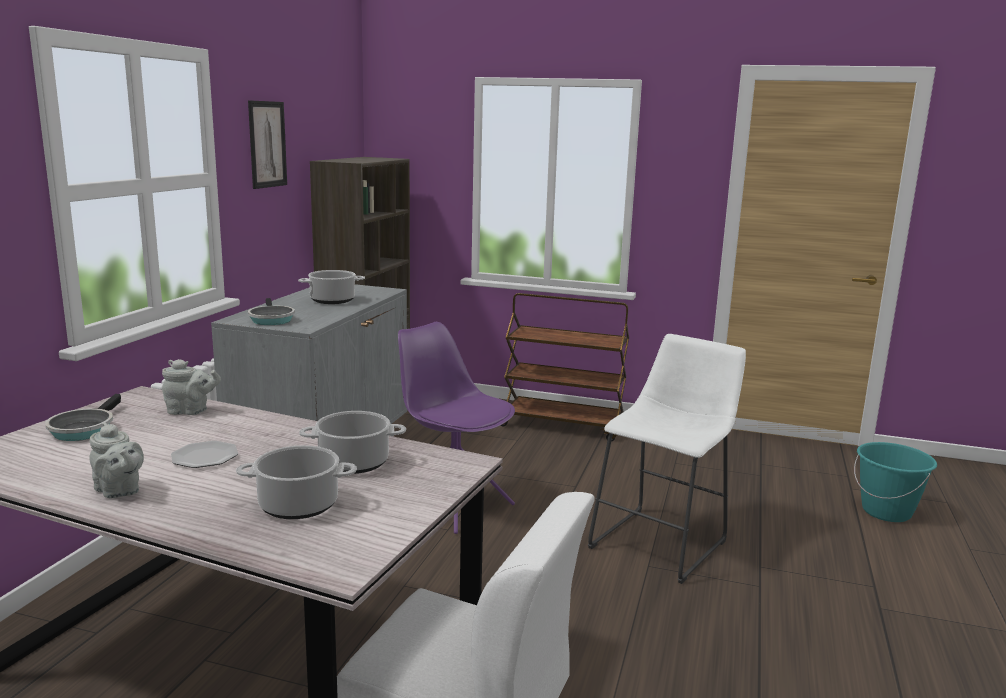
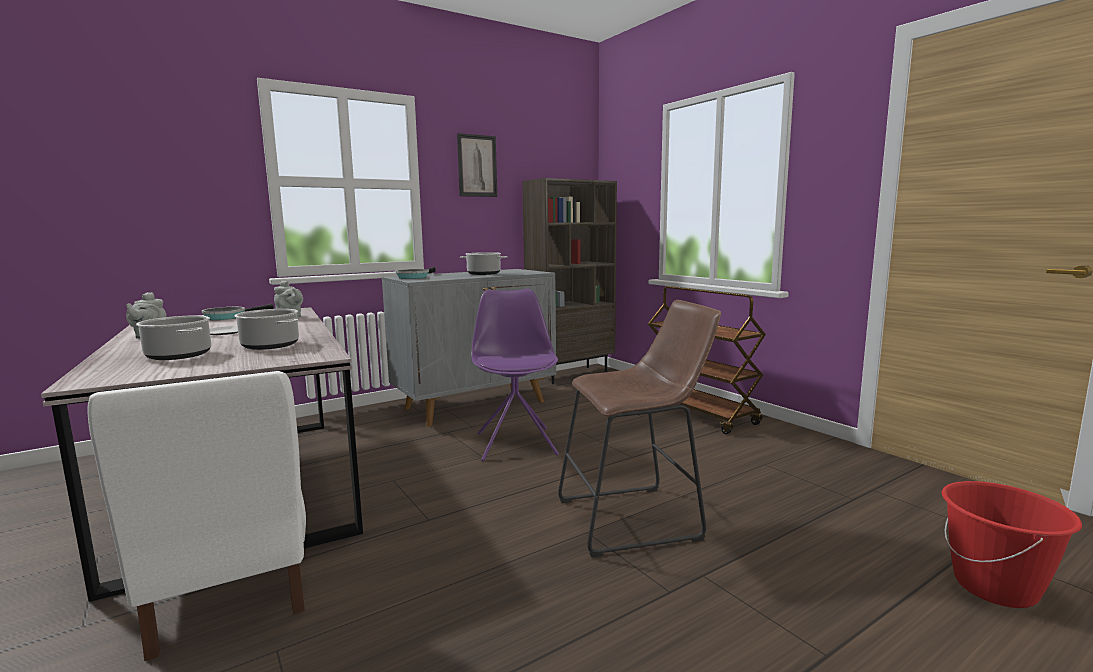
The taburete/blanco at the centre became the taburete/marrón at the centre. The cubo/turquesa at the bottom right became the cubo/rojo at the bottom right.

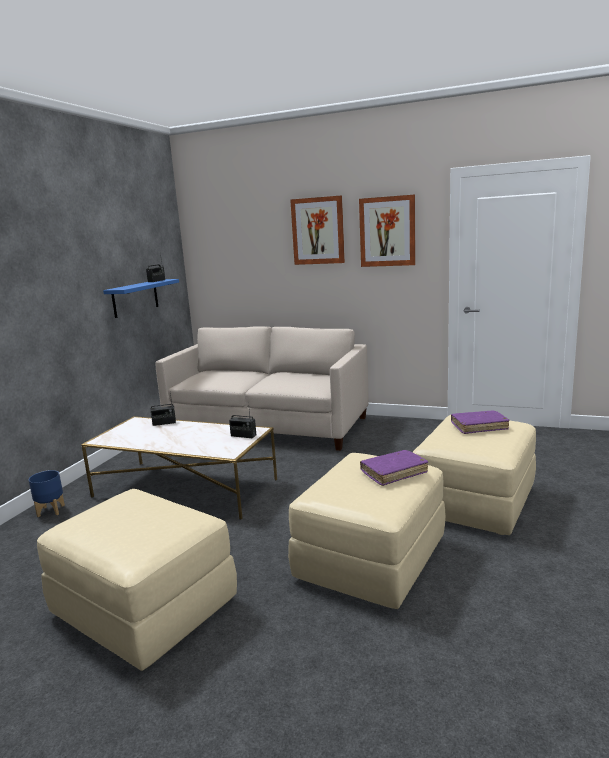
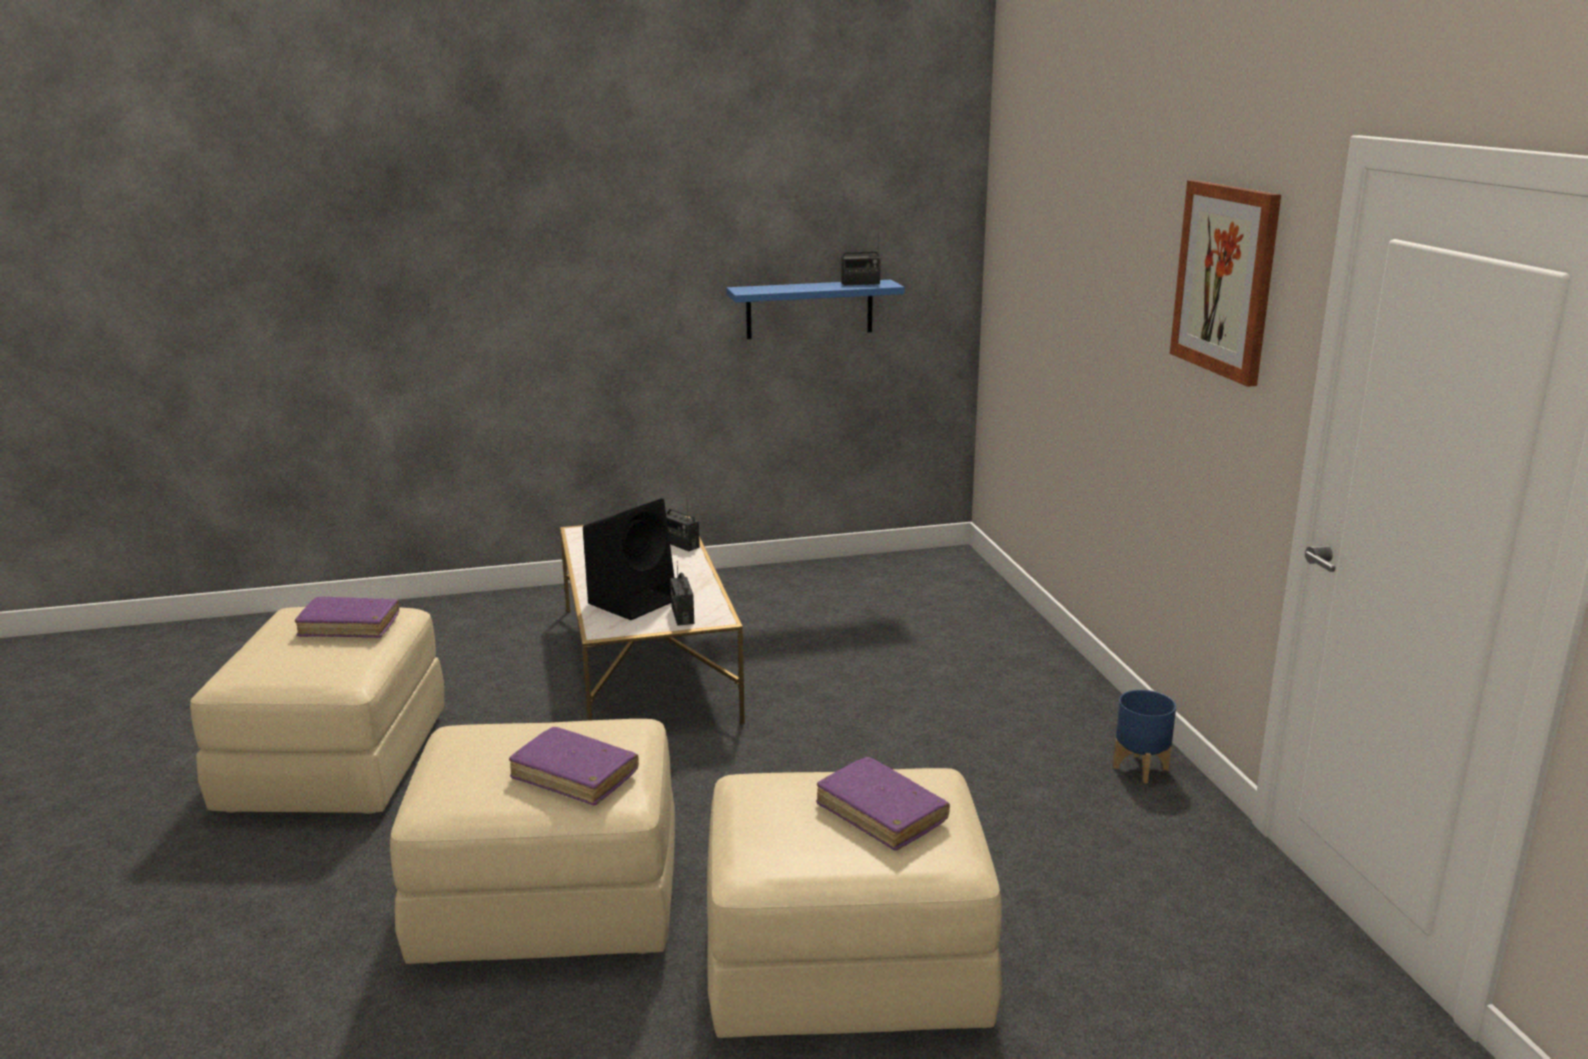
The cuadro (1st from left) at the top centre disappeared. The sofá/beis at the centre disappeared. The maceta/azul moved from the middle left to the bottom right. The altavoz/negro at the centre appeared. The libro/morado (1st from left) at the middle left appeared.

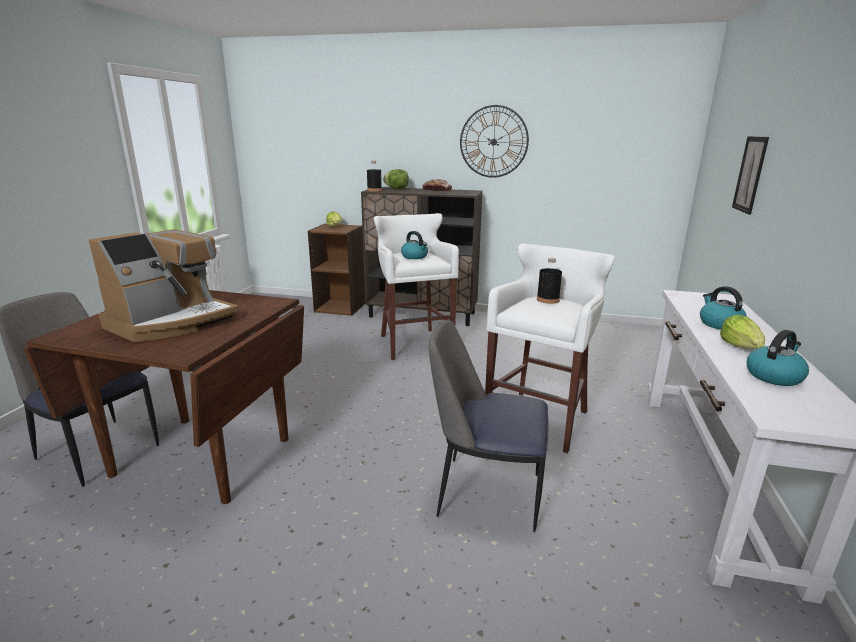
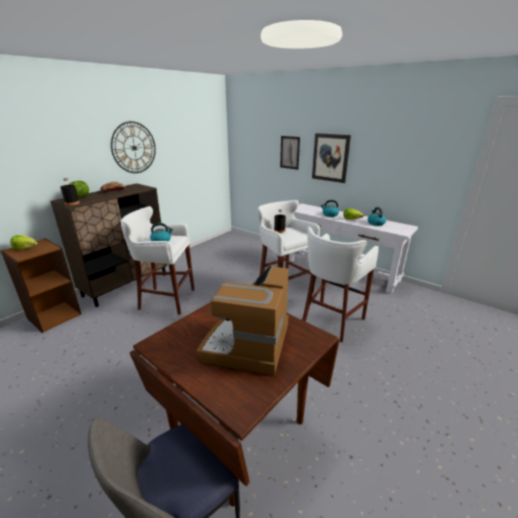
The cafetera at the middle left turned 135 degrees counterclockwise. The silla (2nd from left) at the centre was replaced by the taburete/blanco (3rd from left) at the centre. The cuadro (2nd from left) at the top centre appeared.

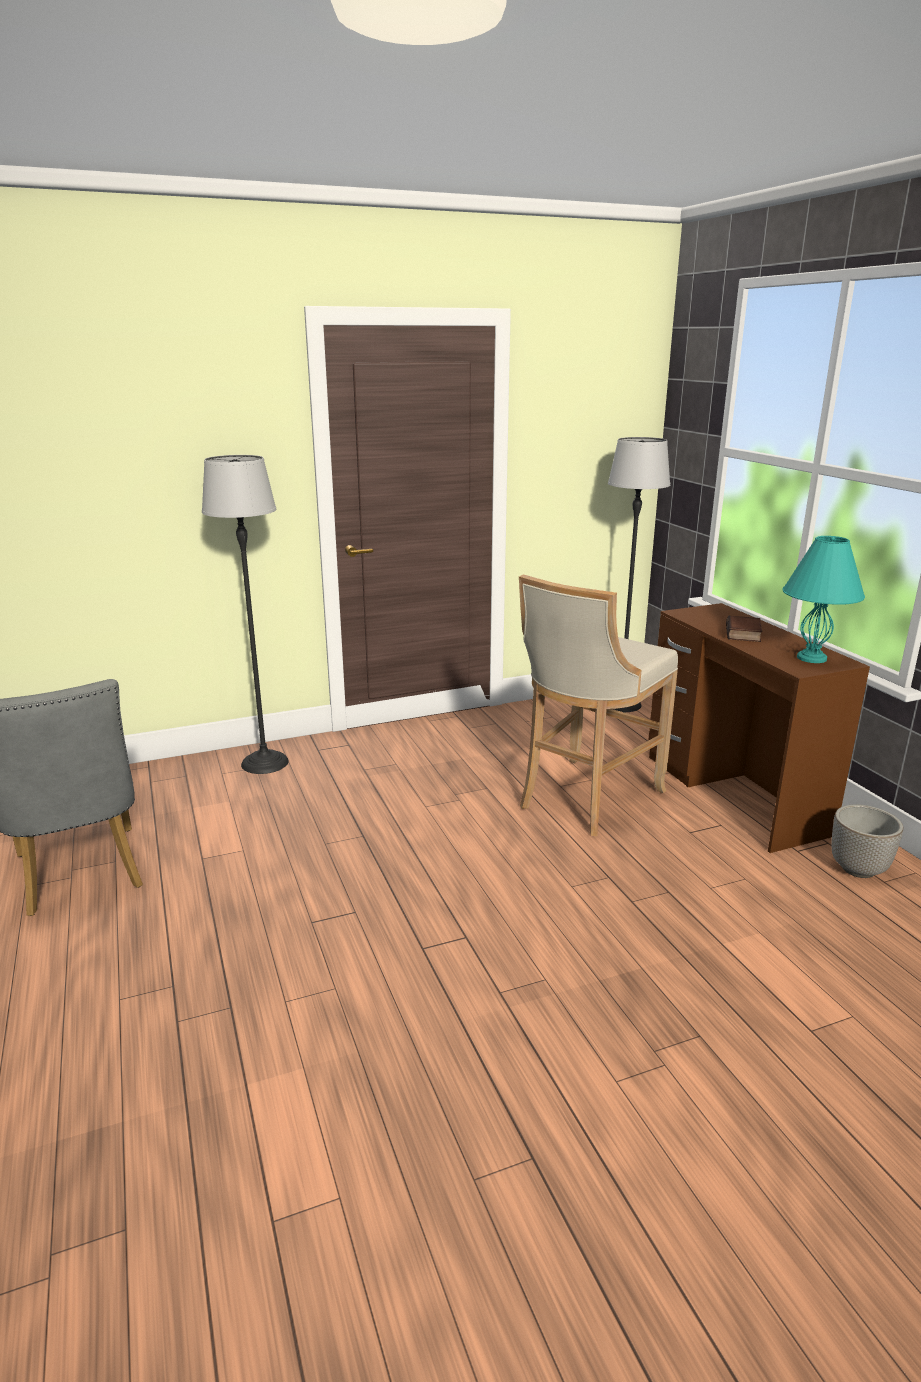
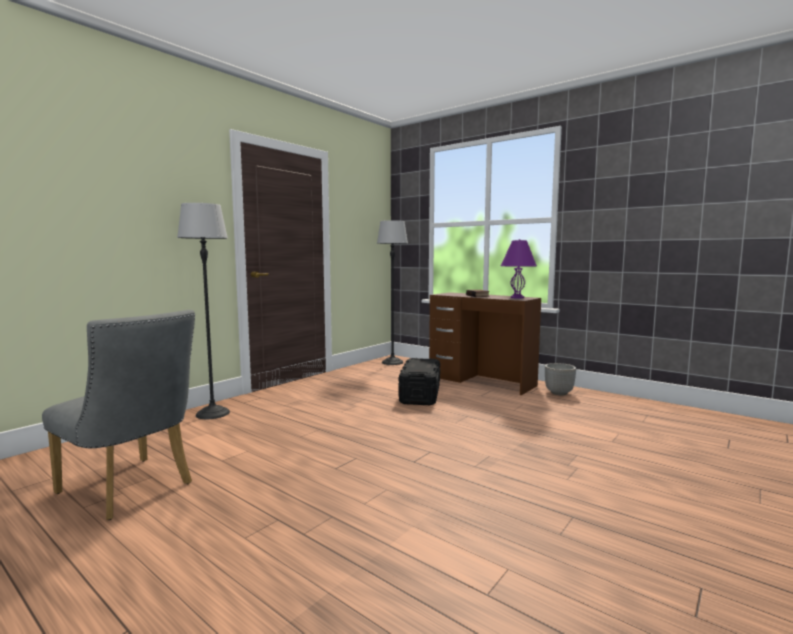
The lámpara de mesa/turquesa at the middle right became the lámpara de mesa/morado at the centre. The taburete/beis at the centre was replaced by the caja de almacenaje/negro at the centre.

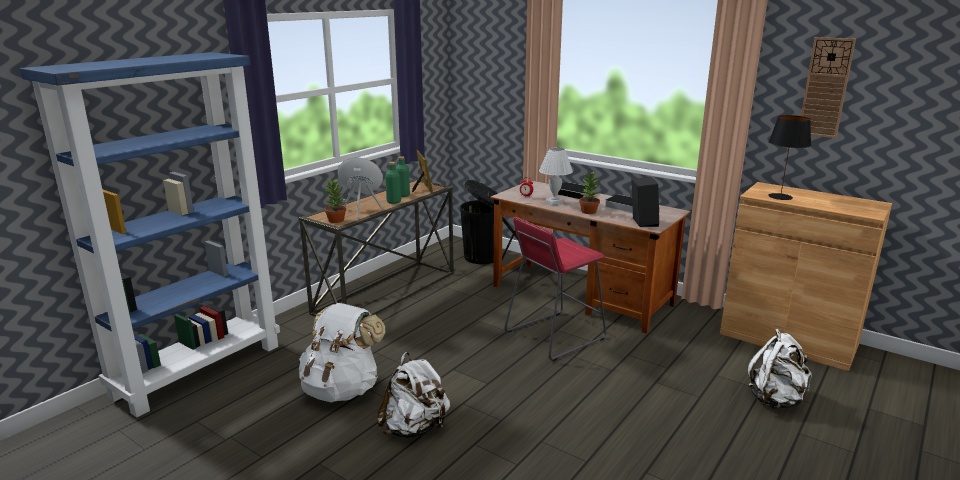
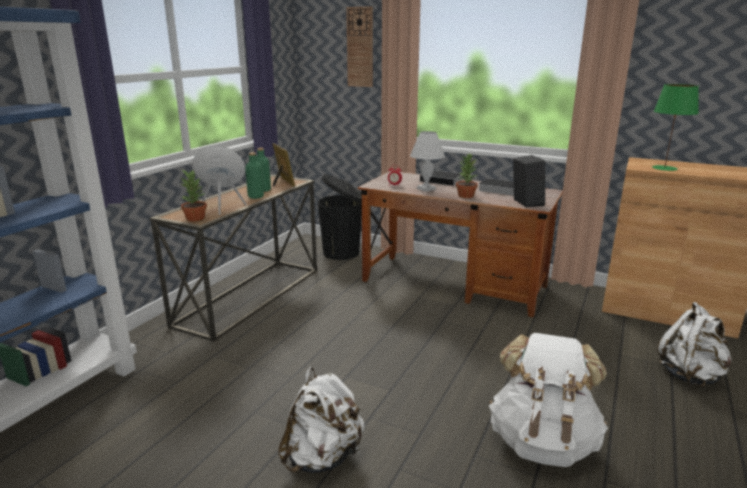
The reloj de pared moved from the top right to the top centre. The lámpara de mesa/negro at the top right became the lámpara de mesa/verde at the top right. The taburete/rojo at the centre disappeared. The mochila/blanco (1st from left in the first image) moved from the bottom centre to the bottom right.

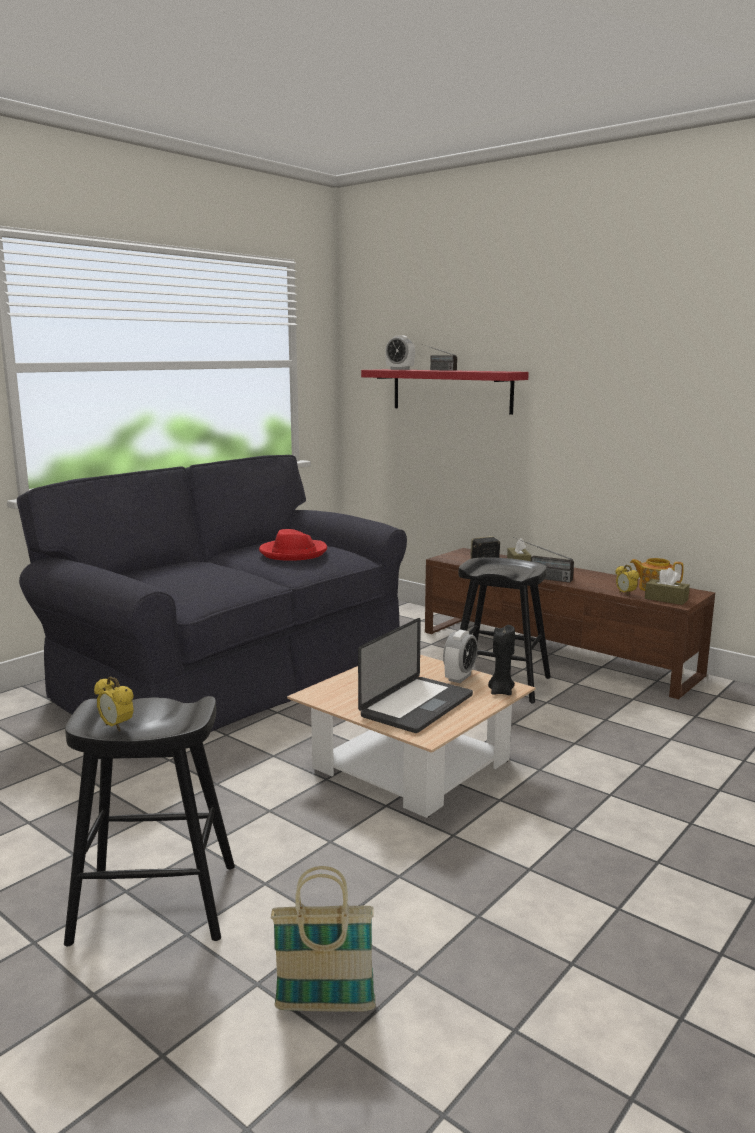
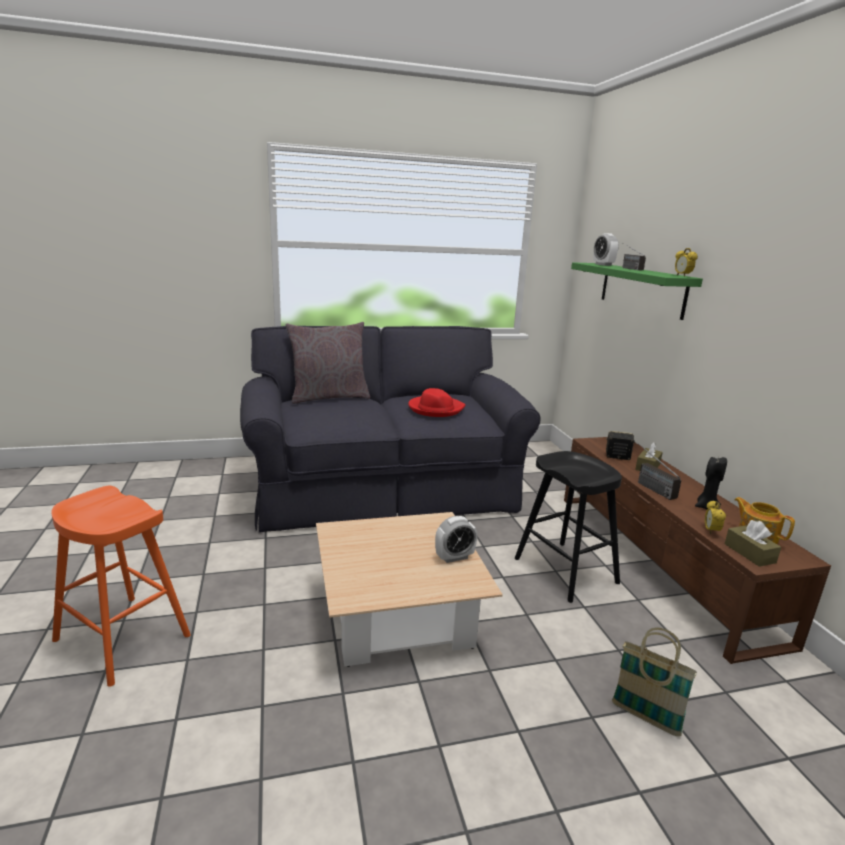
The estante/rojo at the centre became the estante/verde at the middle right. The portátil at the centre disappeared. The vela/negro moved from the centre to the middle right. The despertador (1st from left in the first image) moved from the middle left to the top right. The taburete/negro (1st from left) at the bottom left became the taburete/naranja at the bottom left. The cesta moved from the bottom centre to the bottom right. The cojín/gris at the centre appeared.

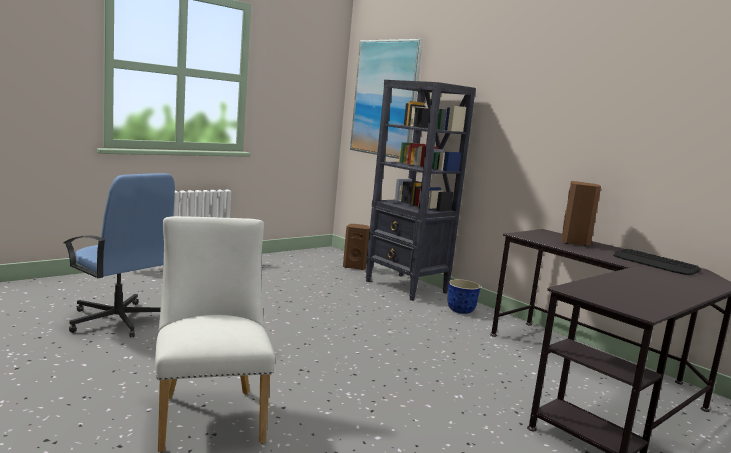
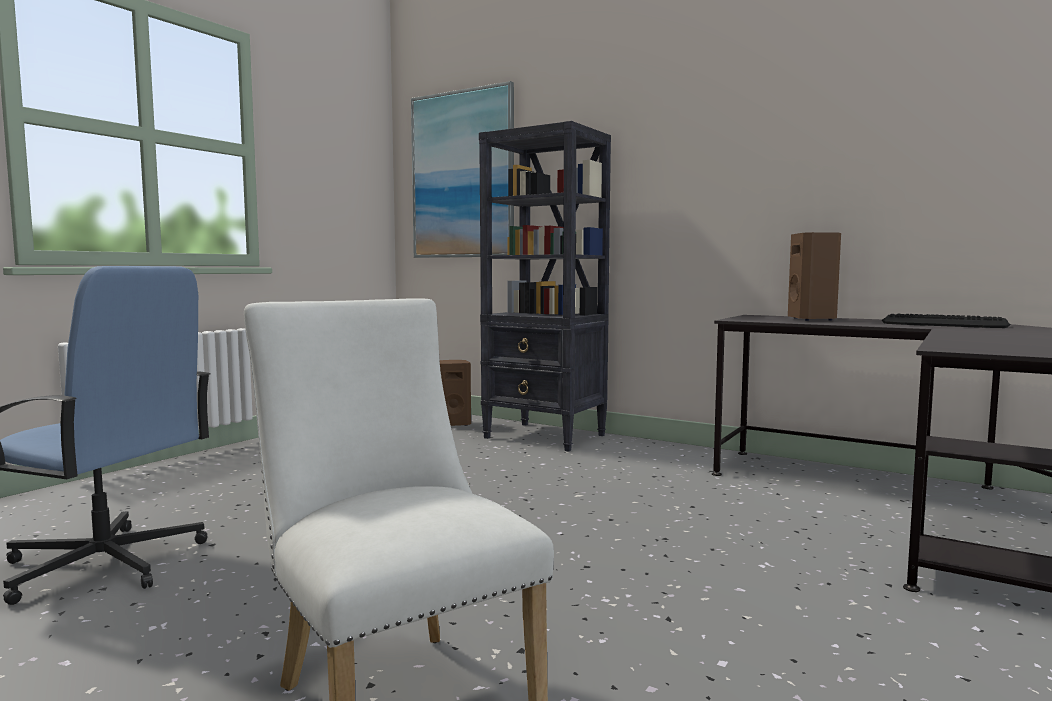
The maceta at the centre disappeared.

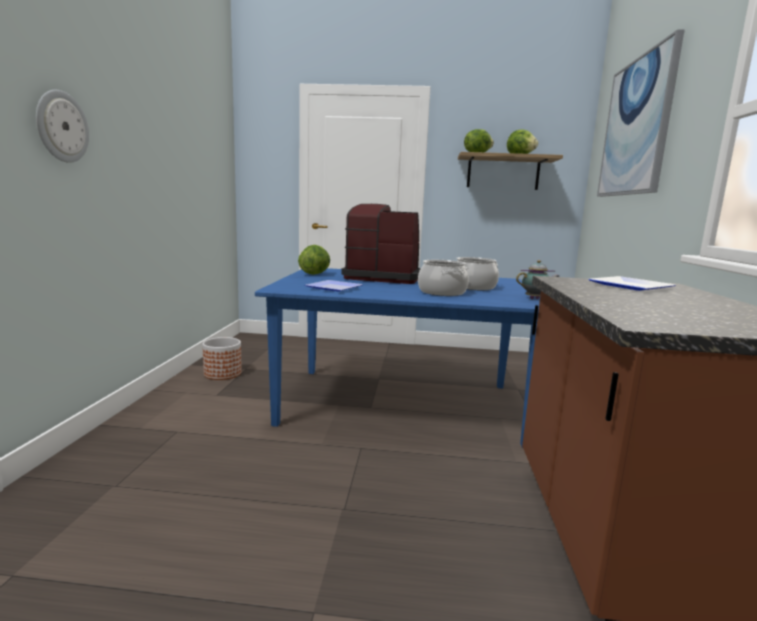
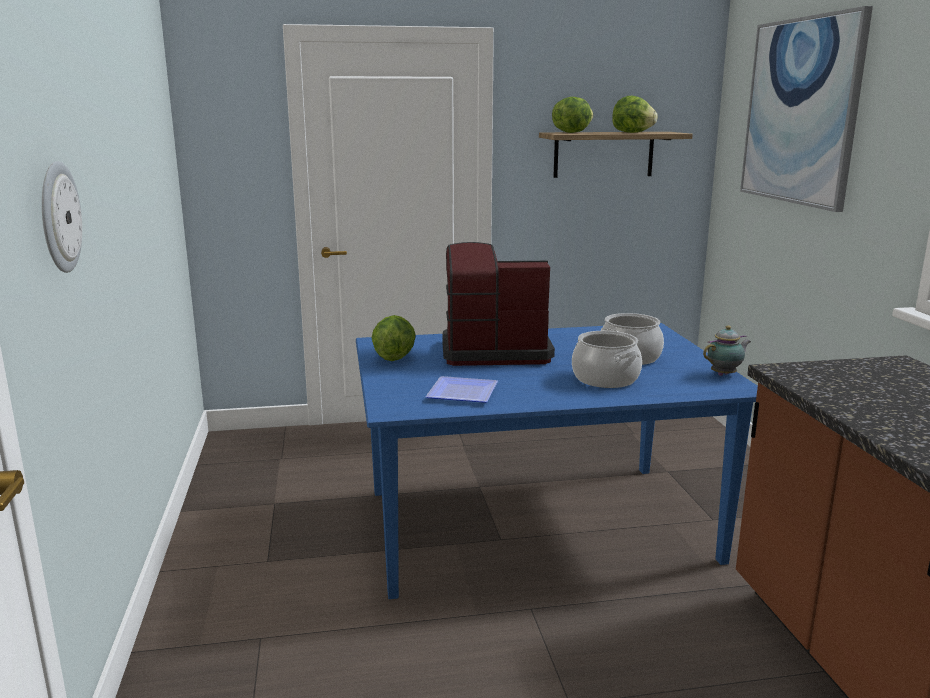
The plato (2nd from left) at the middle right disappeared. The maceta at the middle left disappeared.

